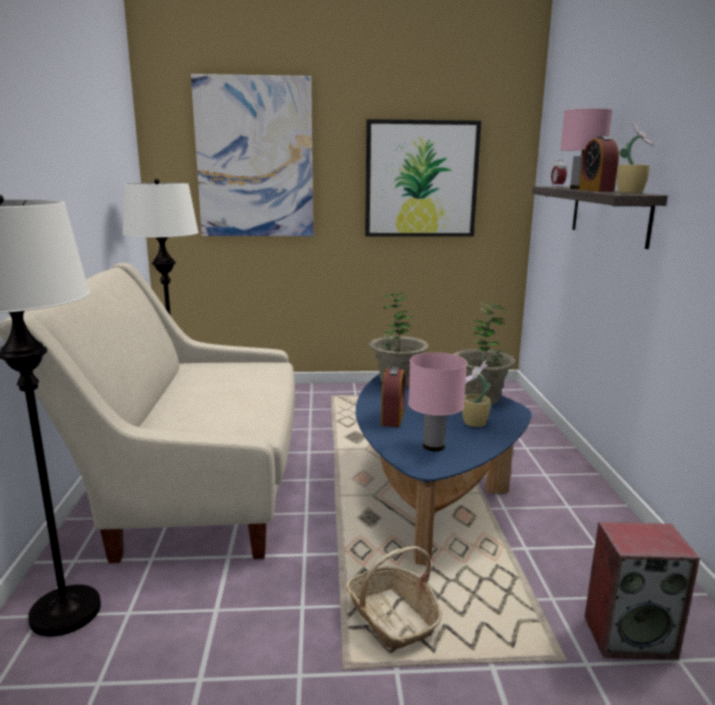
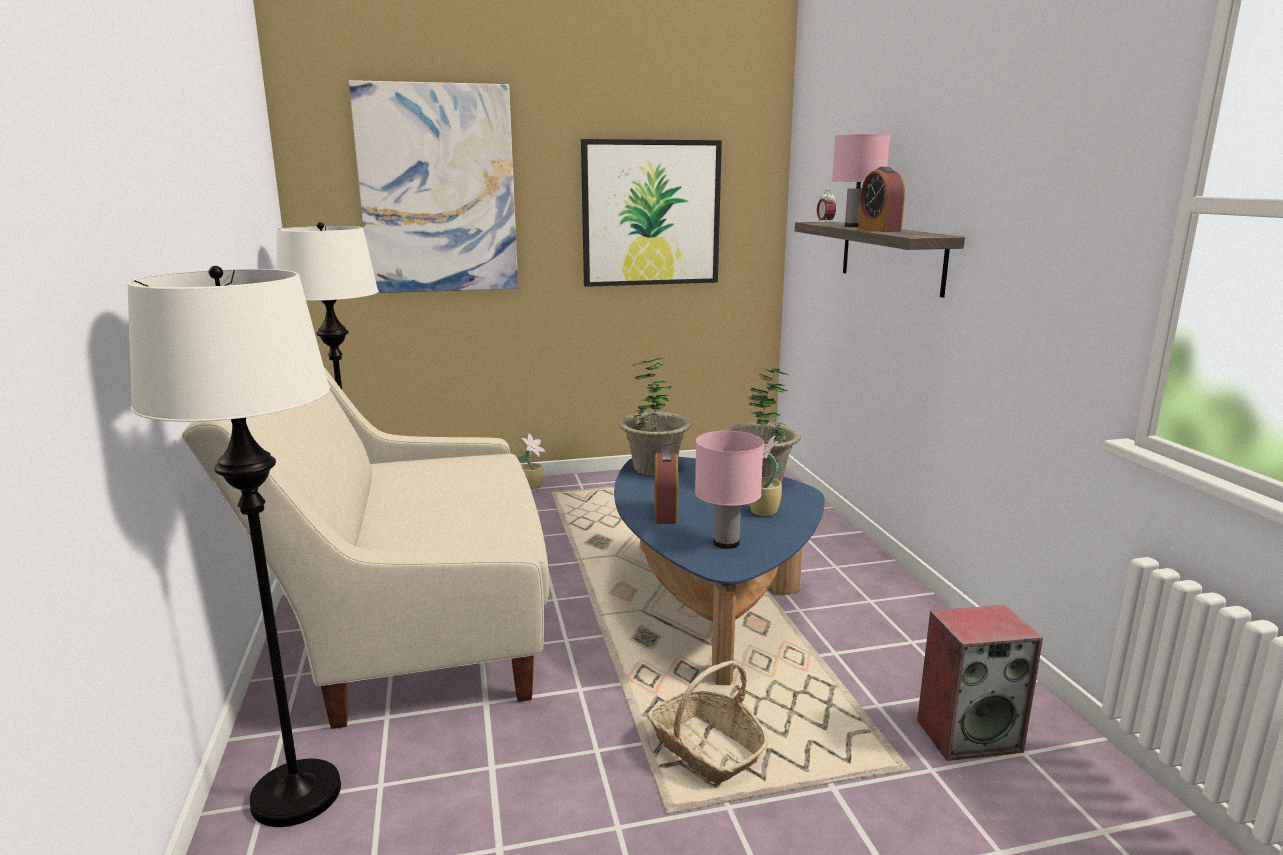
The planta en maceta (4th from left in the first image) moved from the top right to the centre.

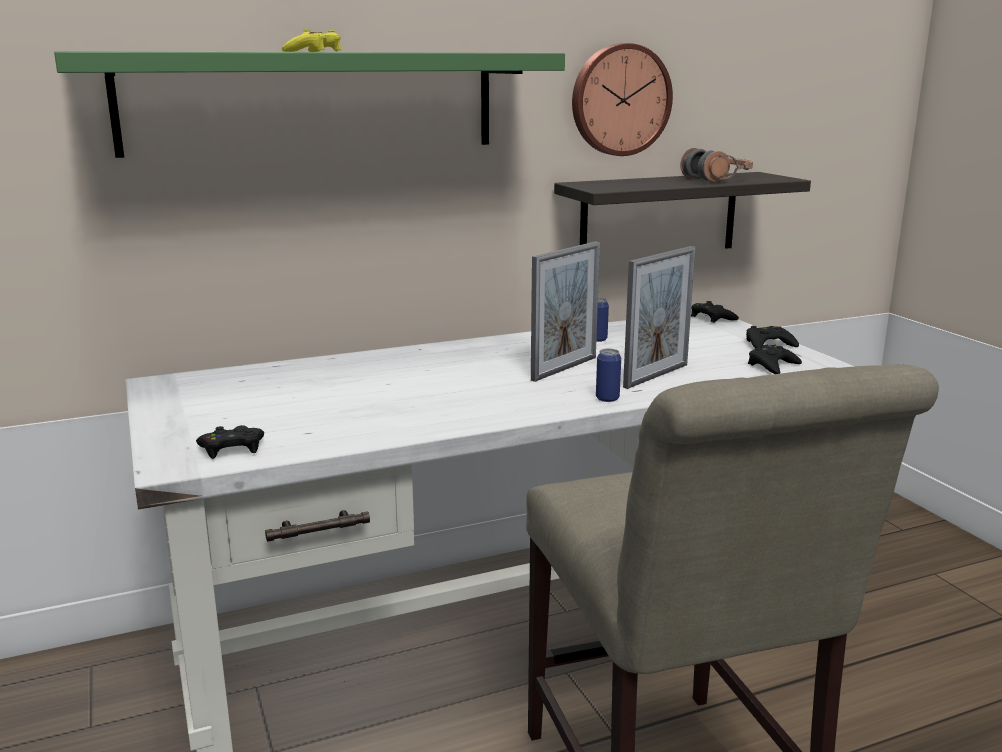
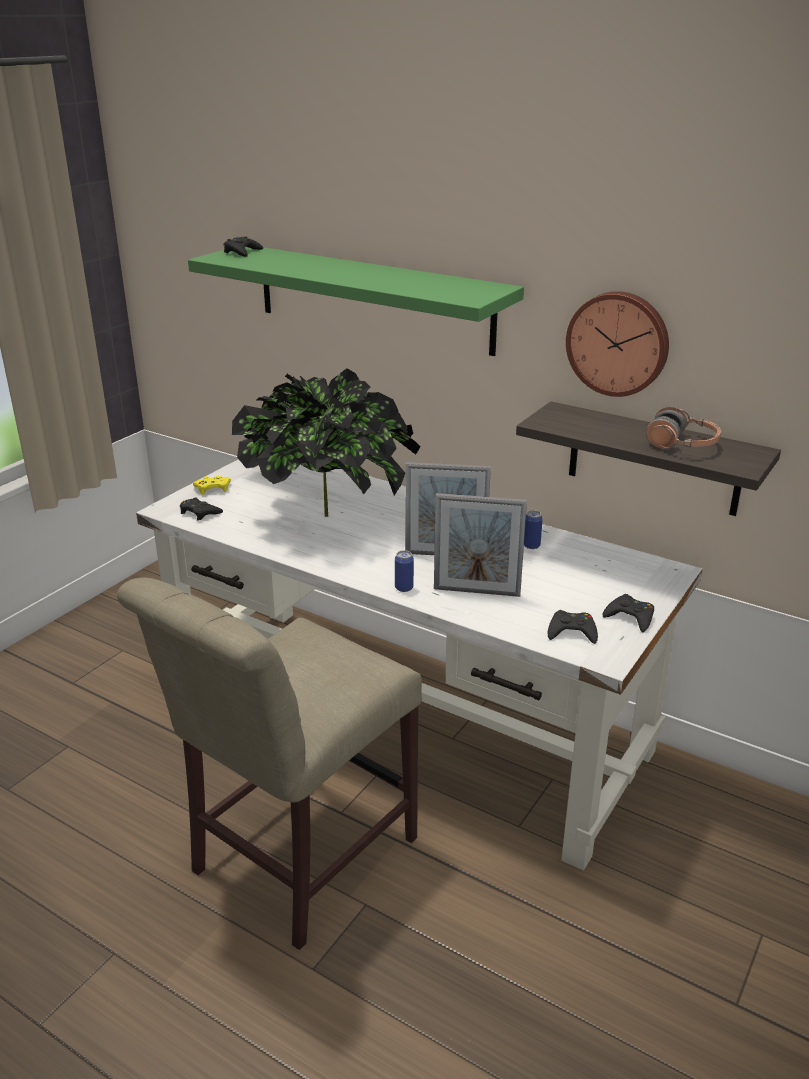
The mando de consola/amarillo moved from the top left to the middle left. The mando de consola/negro (2nd from left) moved from the middle right to the top left. The planta en maceta at the centre appeared.

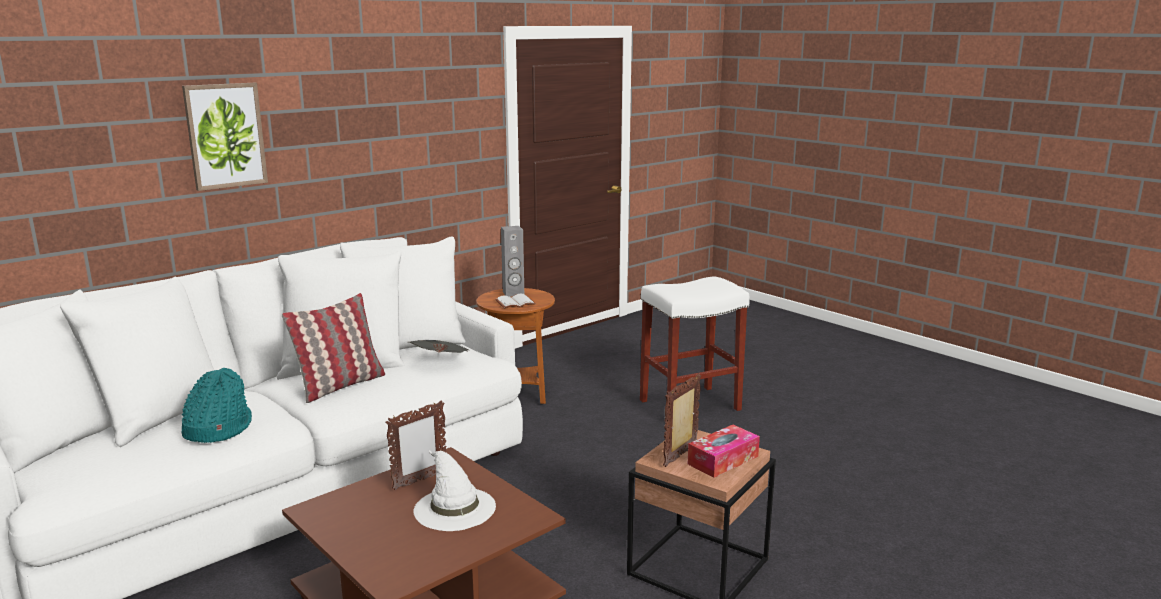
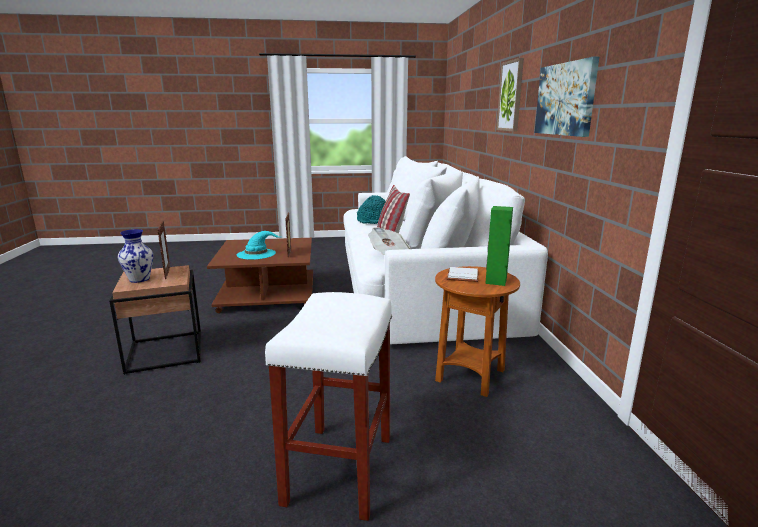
The altavoz/gris at the centre became the altavoz/verde at the centre. The caja de pañuelos at the bottom centre was replaced by the florero at the middle left. The sombrero/blanco at the bottom centre became the sombrero/turquesa (1st from left) at the centre. The cuadro (2nd from left) at the top right appeared.

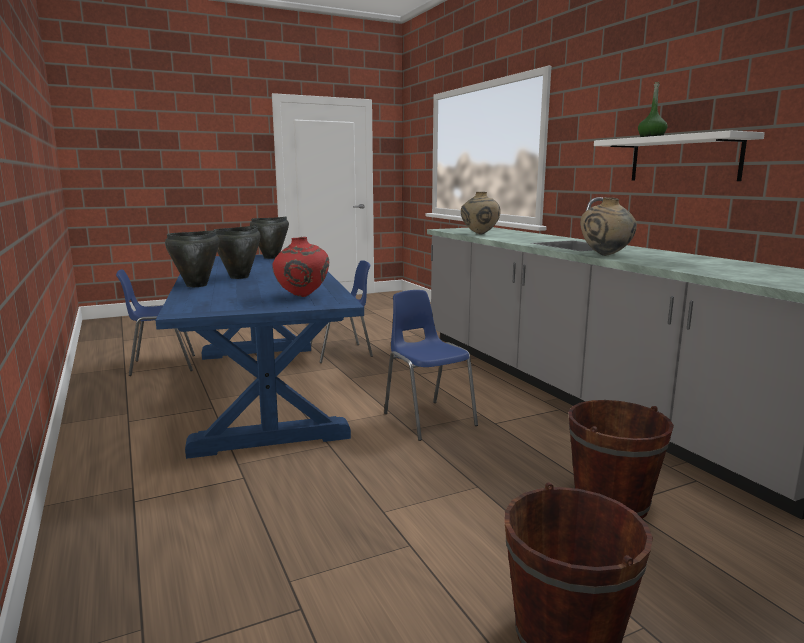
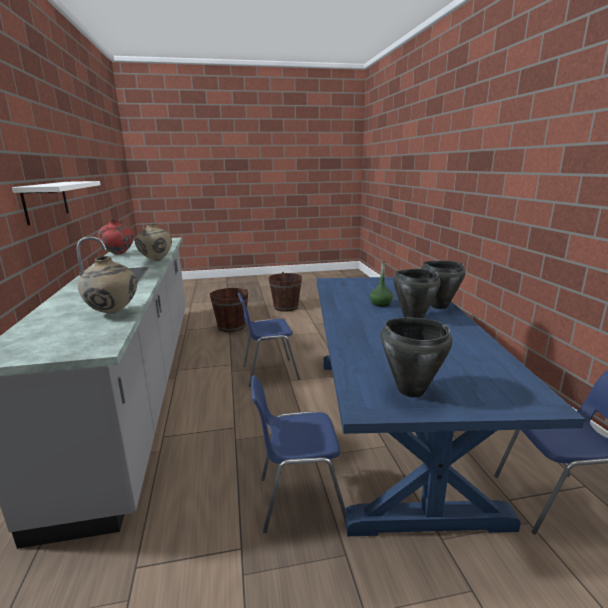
The botella/verde moved from the top right to the centre. The florero/rojo moved from the centre to the middle left. The silla/azul (3rd from left in the first image) at the centre turned 90 degrees clockwise.

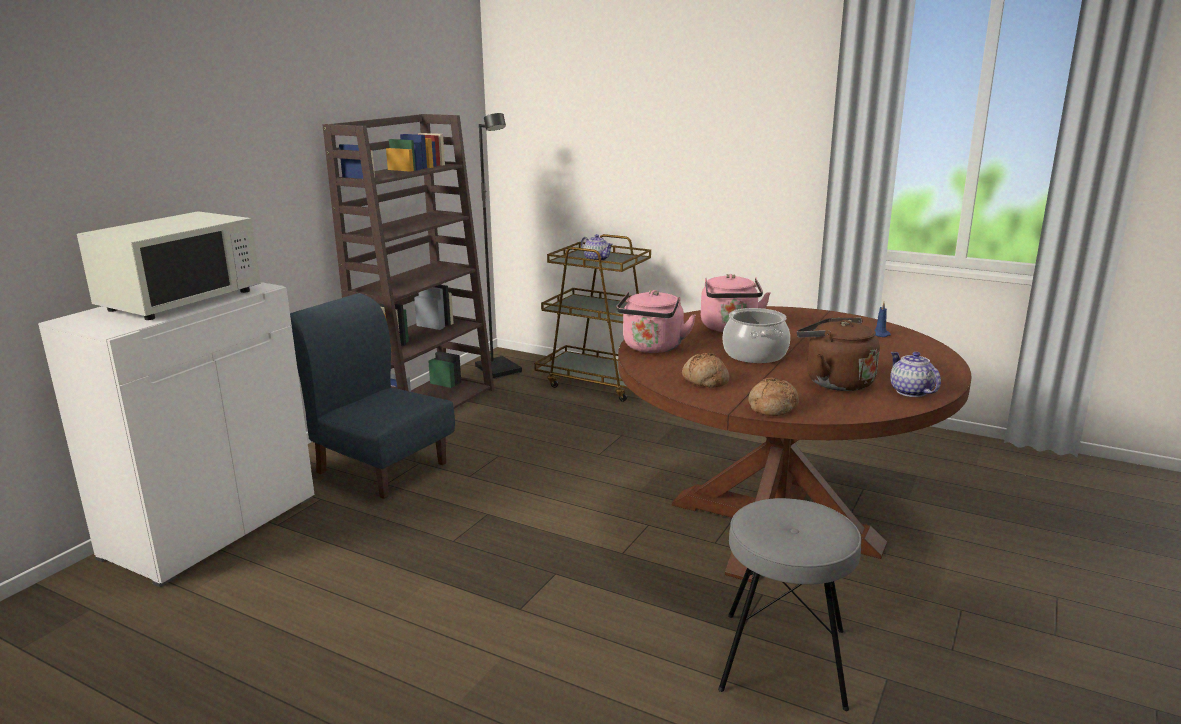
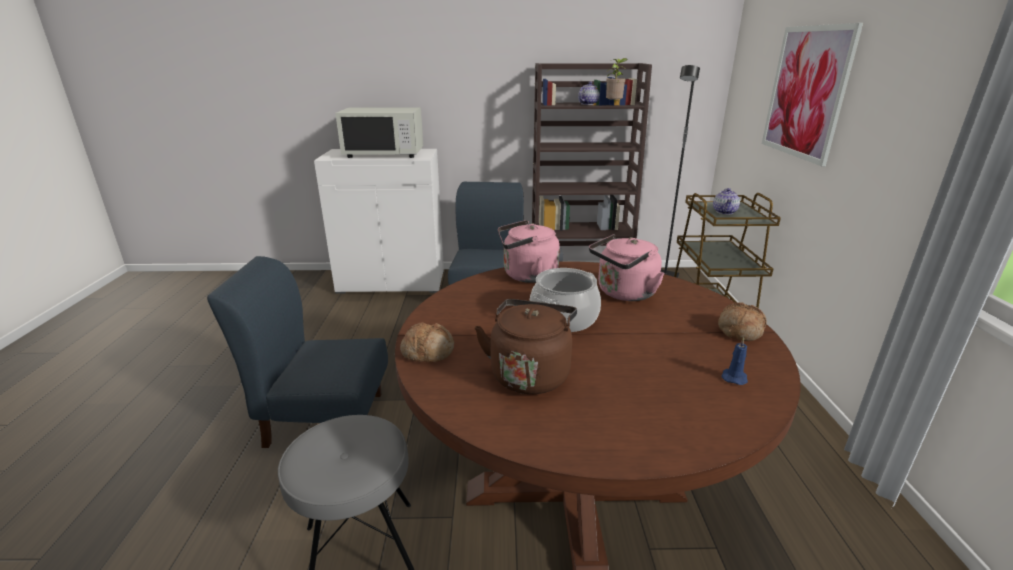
The tetera (2nd from left in the first image) moved from the middle right to the top centre. The pan (1st from left in the first image) moved from the centre to the middle right. The cuadro at the top right appeared. The planta en maceta at the top centre appeared. The silla/azul (1st from left) at the middle left appeared.

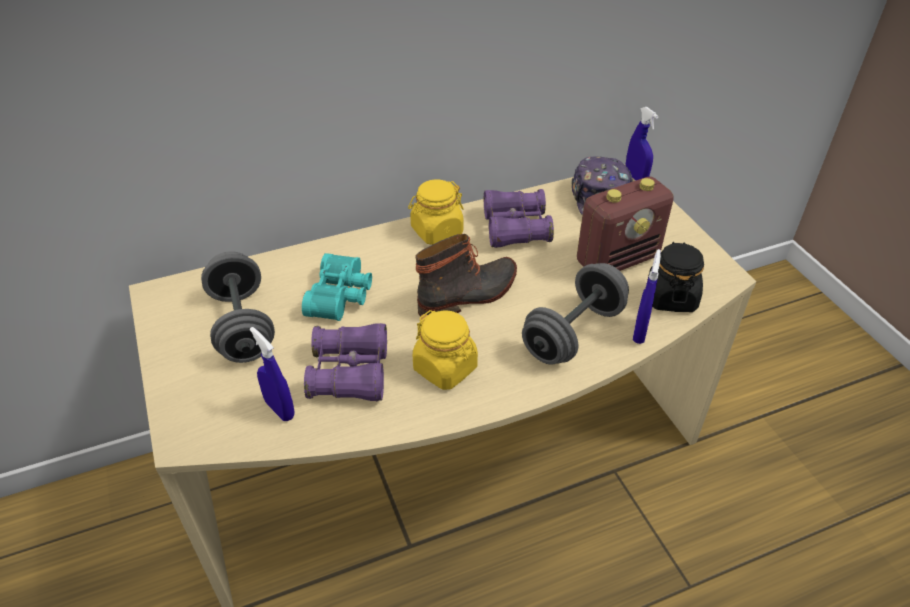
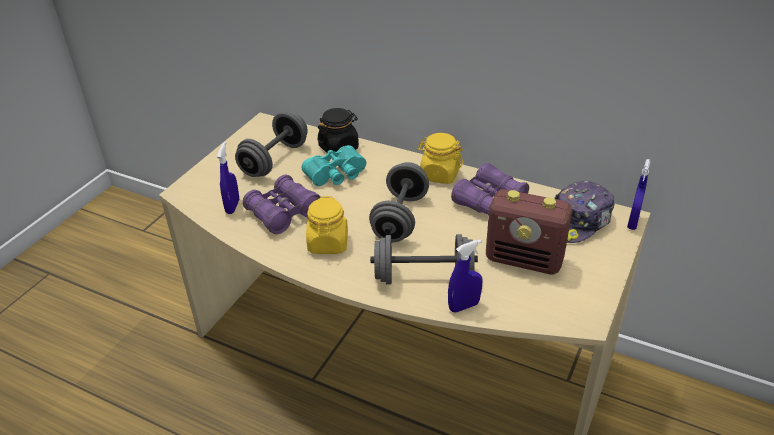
The bota at the centre was replaced by the mancuerna/gris (2nd from left) at the centre. The tarro/negro moved from the middle right to the top centre.

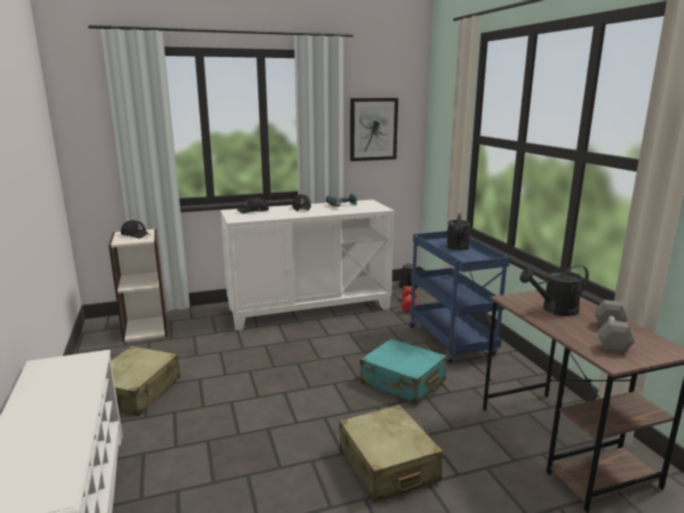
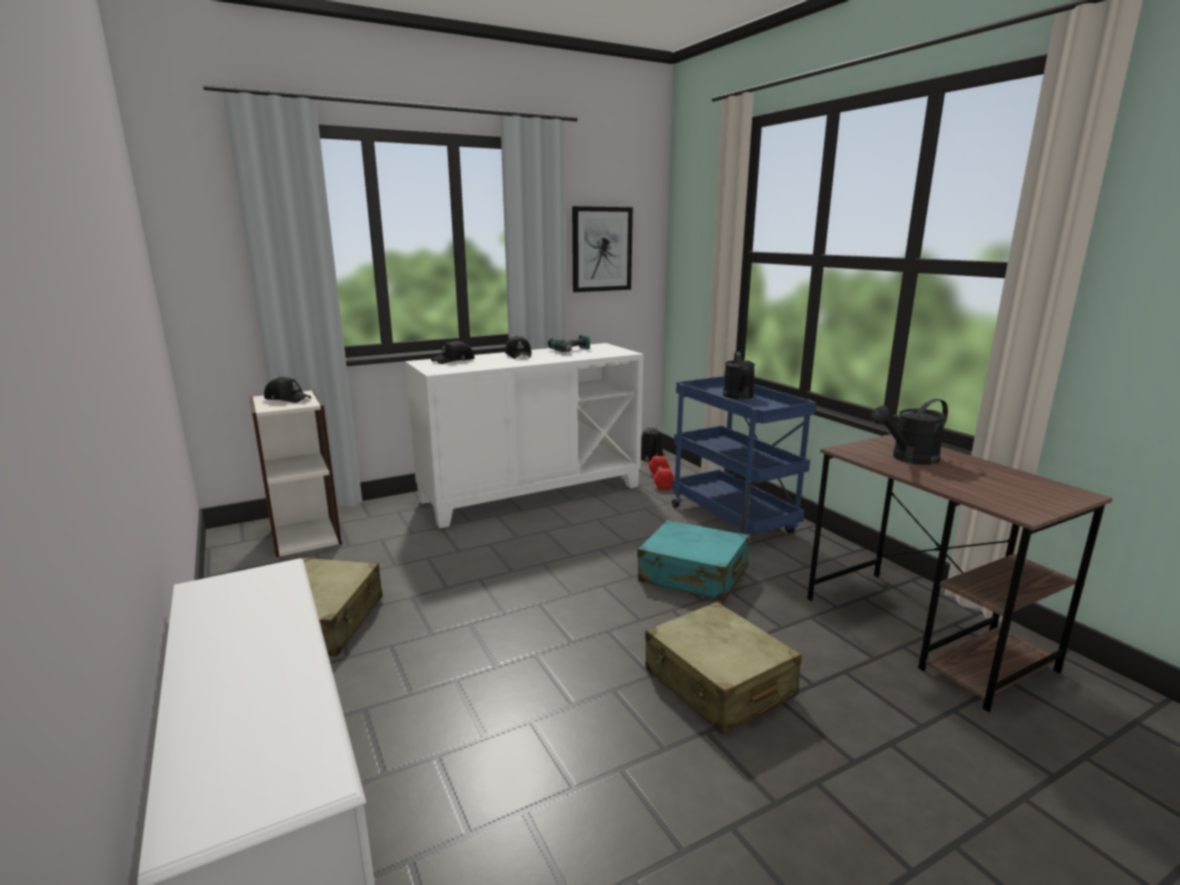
The mancuerna/gris at the middle right disappeared.

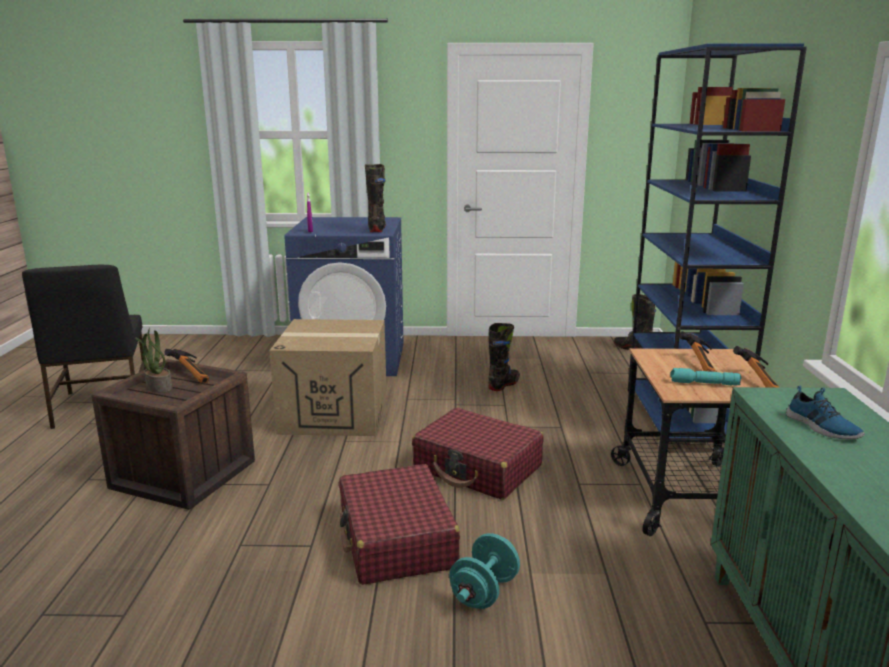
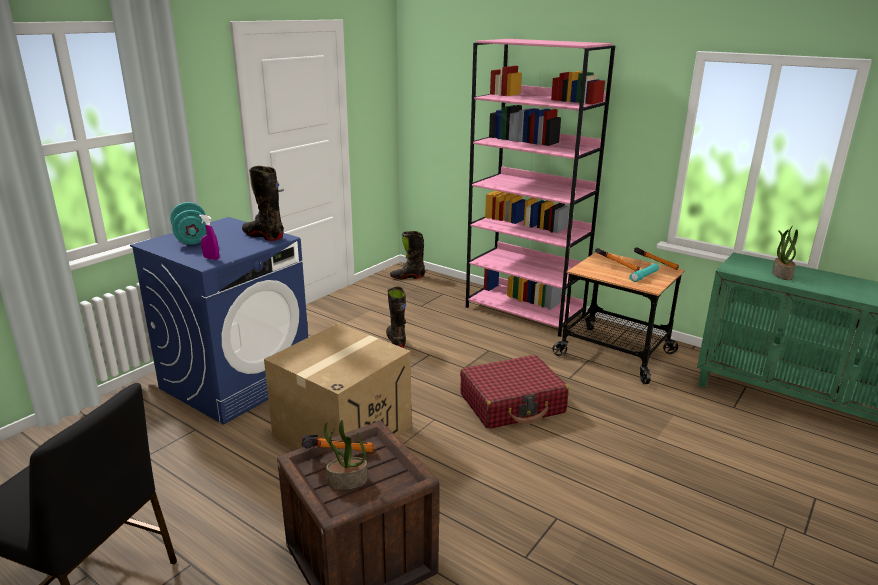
The estantería/azul at the middle right became the estantería/rosa at the top centre. The zapato at the middle right was replaced by the planta en maceta (2nd from left) at the middle right. The maleta/rojo (1st from left) at the bottom centre disappeared. The mancuerna/turquesa moved from the bottom centre to the middle left.

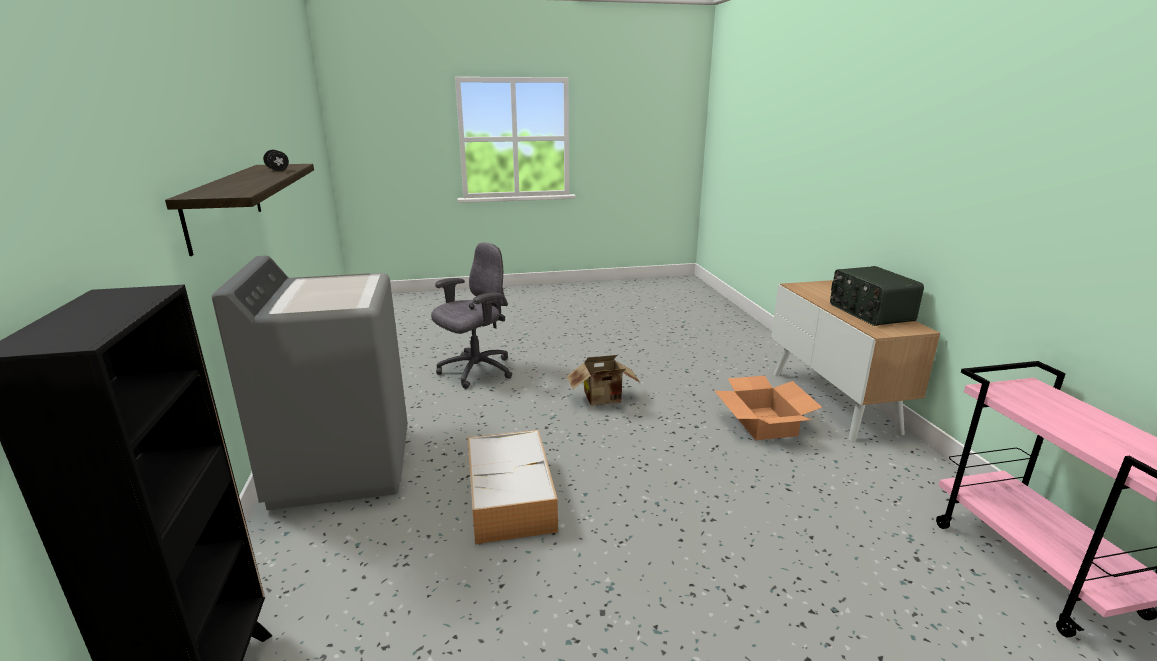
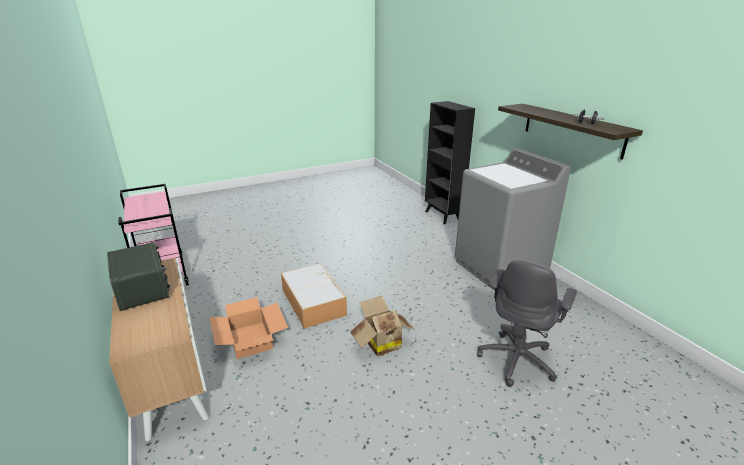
The caja de almacenaje moved from the bottom centre to the centre.

